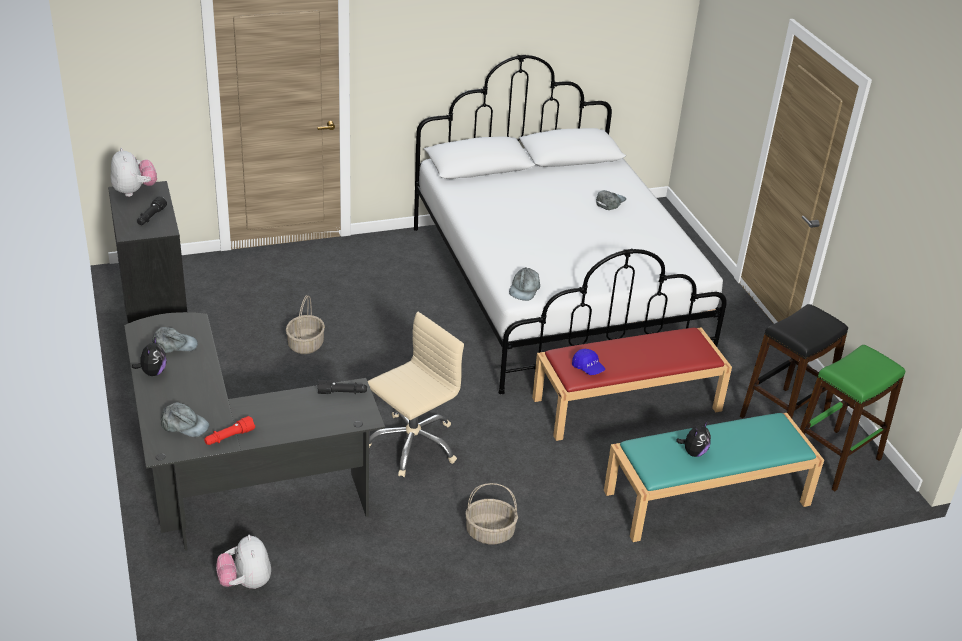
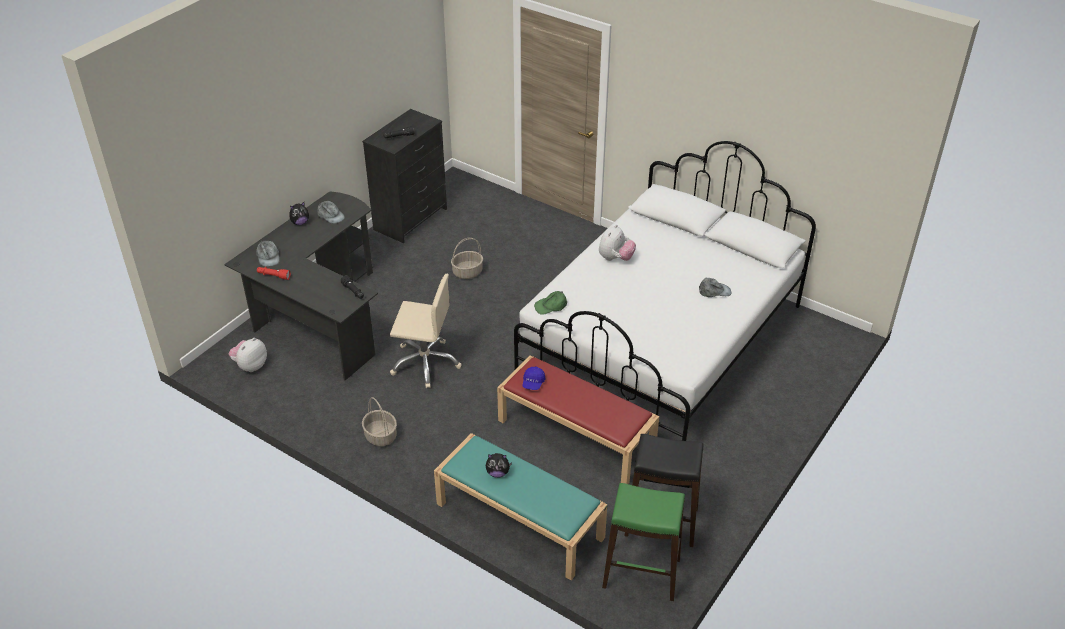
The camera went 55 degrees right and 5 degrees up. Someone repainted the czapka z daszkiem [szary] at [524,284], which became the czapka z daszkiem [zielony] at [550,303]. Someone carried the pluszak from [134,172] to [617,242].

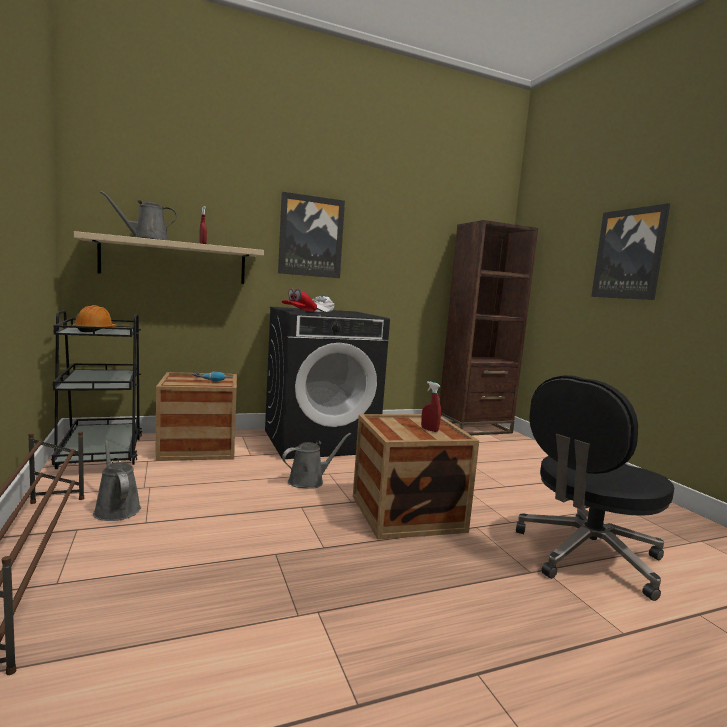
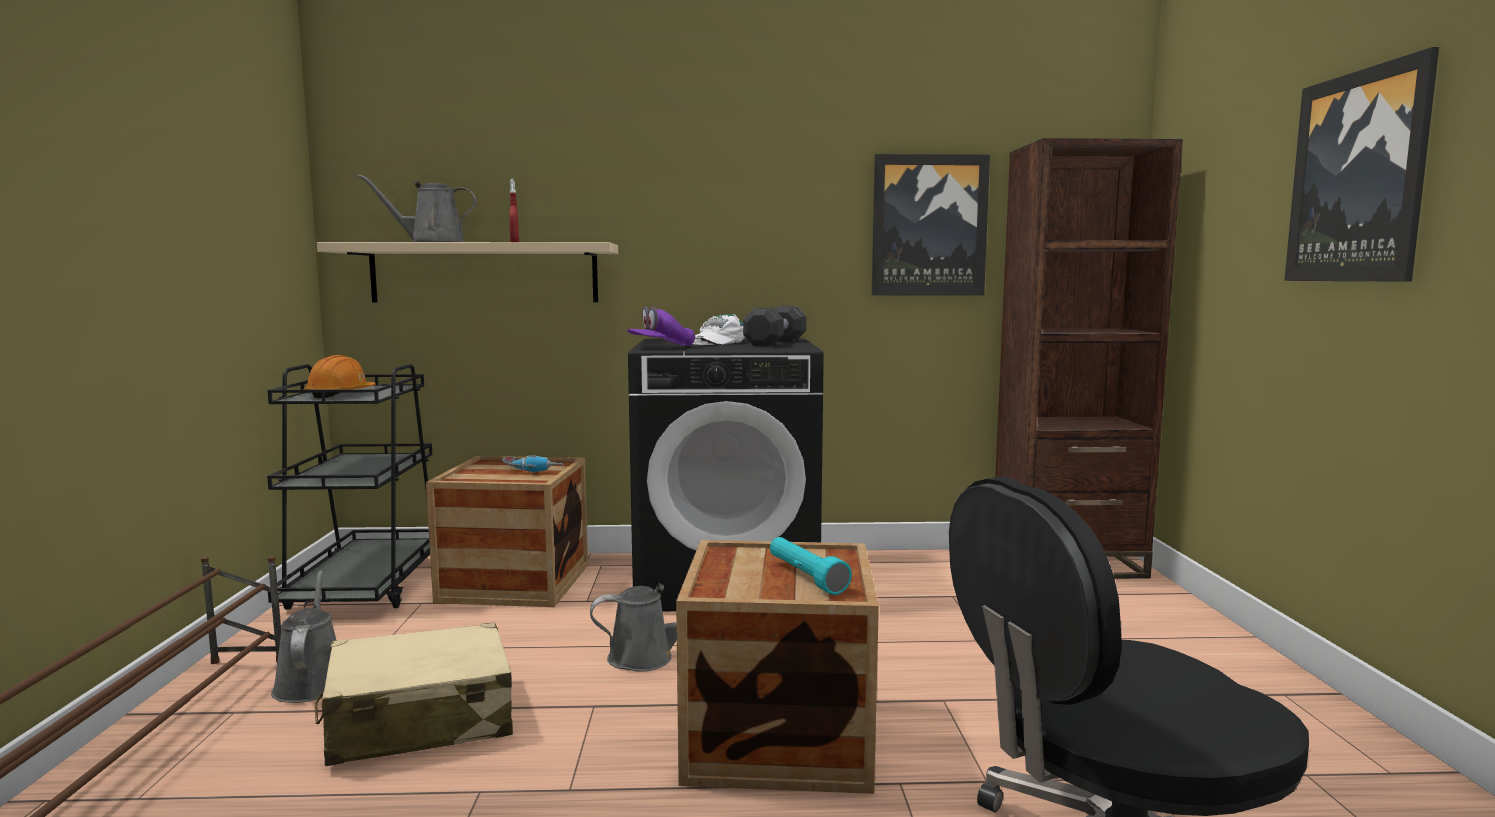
The camera went 20 degrees right and 0 degrees up. Someone put down the walizka [beżowy] at [414,694]. Someone repainted the czapka z daszkiem [czerwony] at [299,300], which became the czapka z daszkiem [fioletowy] at [661,326]. Someone put down the hantel [czarny] at [774,326]. Someone swapped the spryskiwacz [czerwony] at [431,406] for the latarka [turkusowy] at [811,566]. Someone carried the obraz from [311,235] to [931,225].

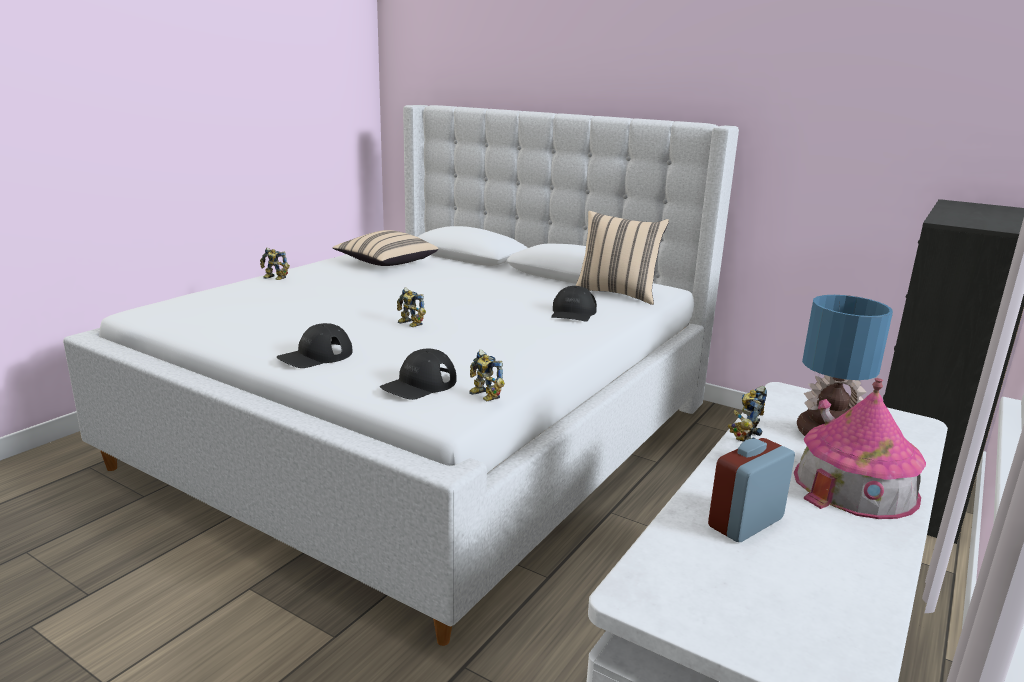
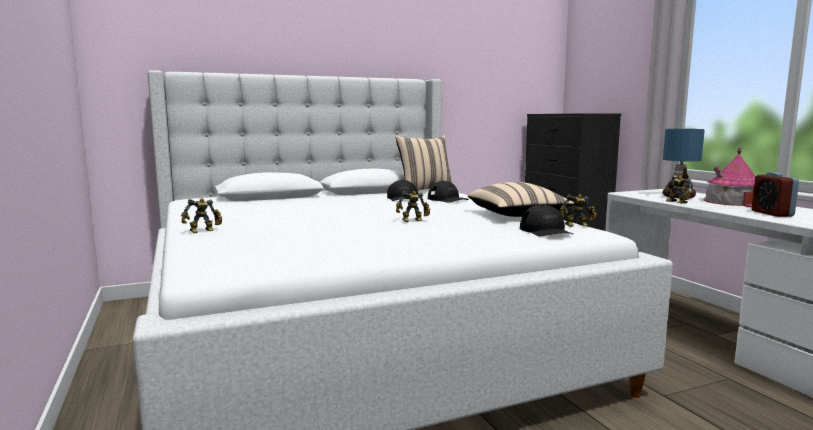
The camera went 55 degrees left and 10 degrees down. Someone carried the czapka z daszkiem [czarny] from [315,345] to [402,190]. Someone carried the poduszka [beżowy] from [385,248] to [521,199].

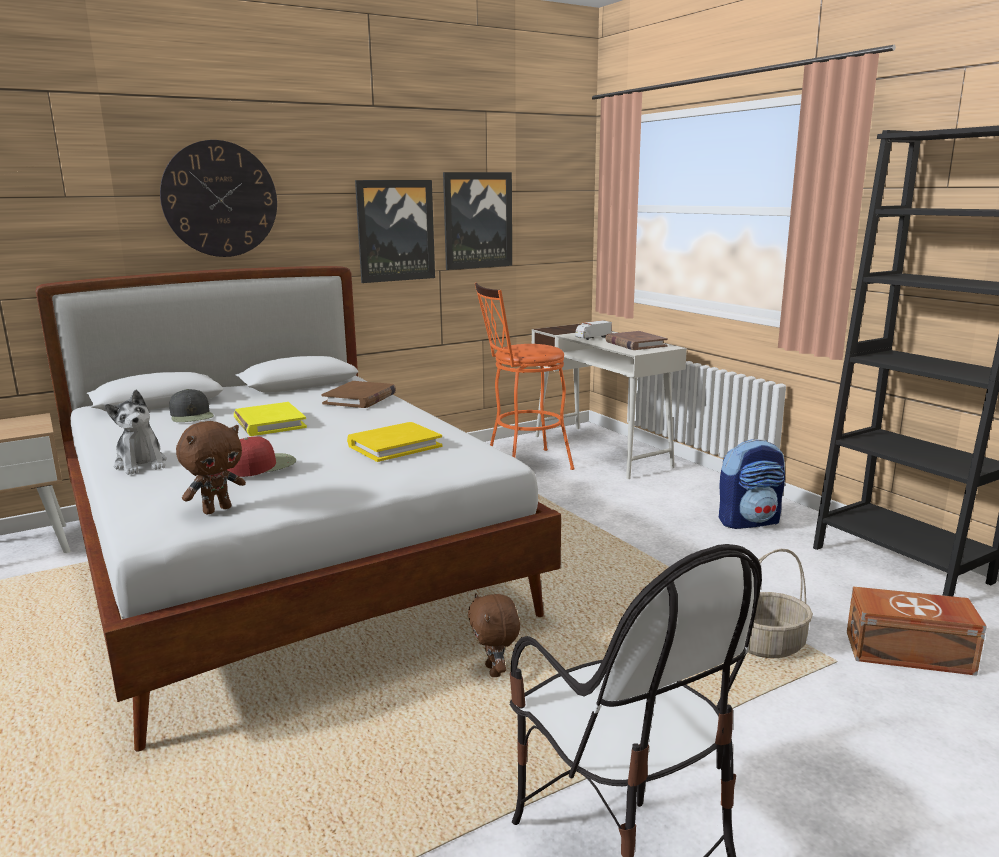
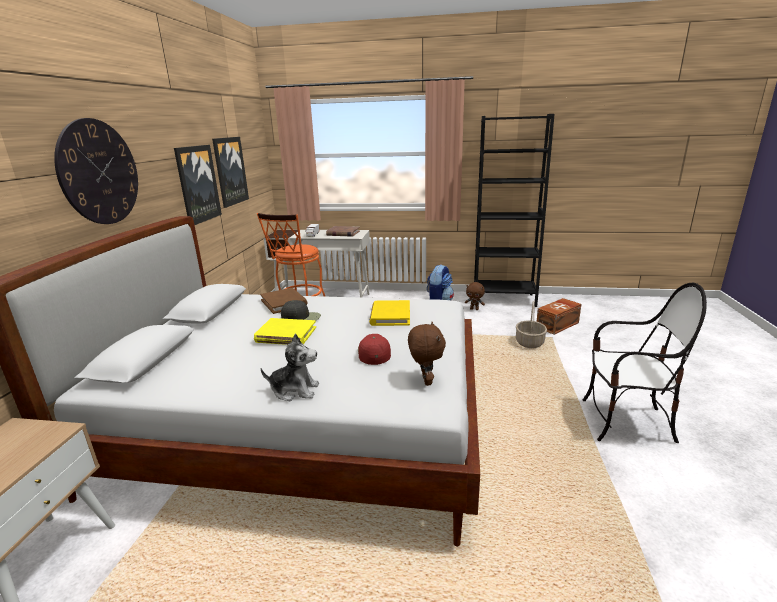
The camera went 50 degrees left and 5 degrees up. Someone carried the czapka z daszkiem [czarny] from [191,405] to [301,310]. Someone carried the pluszak [brązowy] from [494,635] to [475,296].

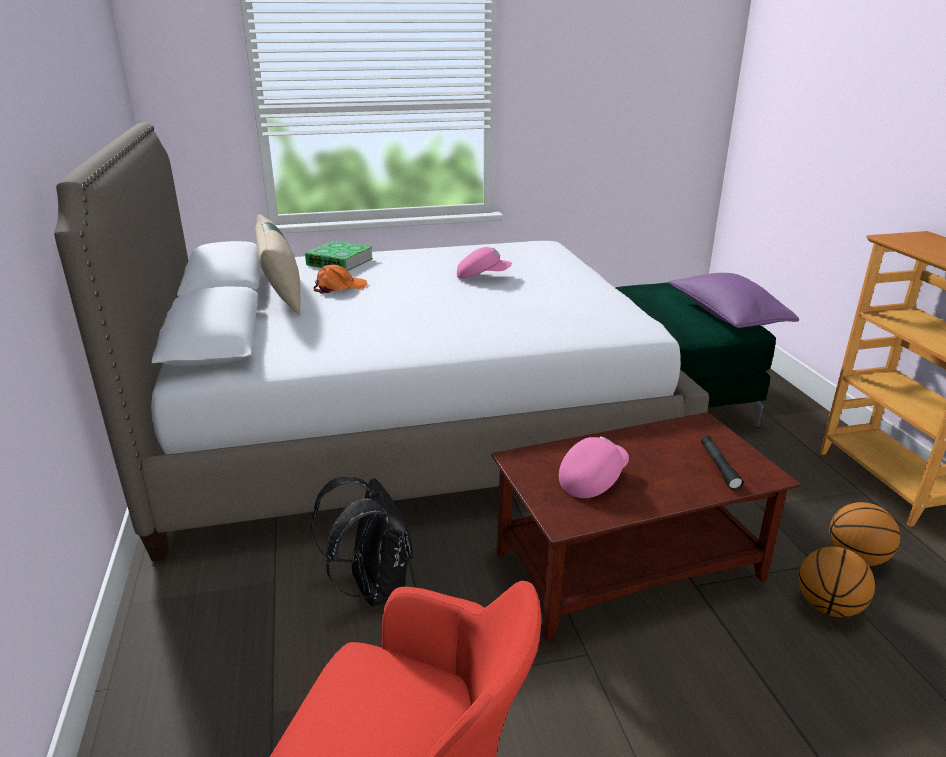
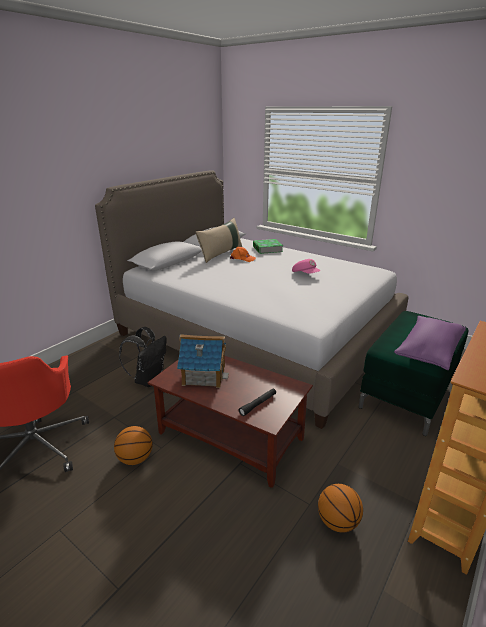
The camera went 50 degrees right and 0 degrees up. Someone carried the piłka do koszykówki from [837,581] to [133,445]. Someone swapped the czapka z daszkiem [różowy] at [594,467] for the domek at [203,361].

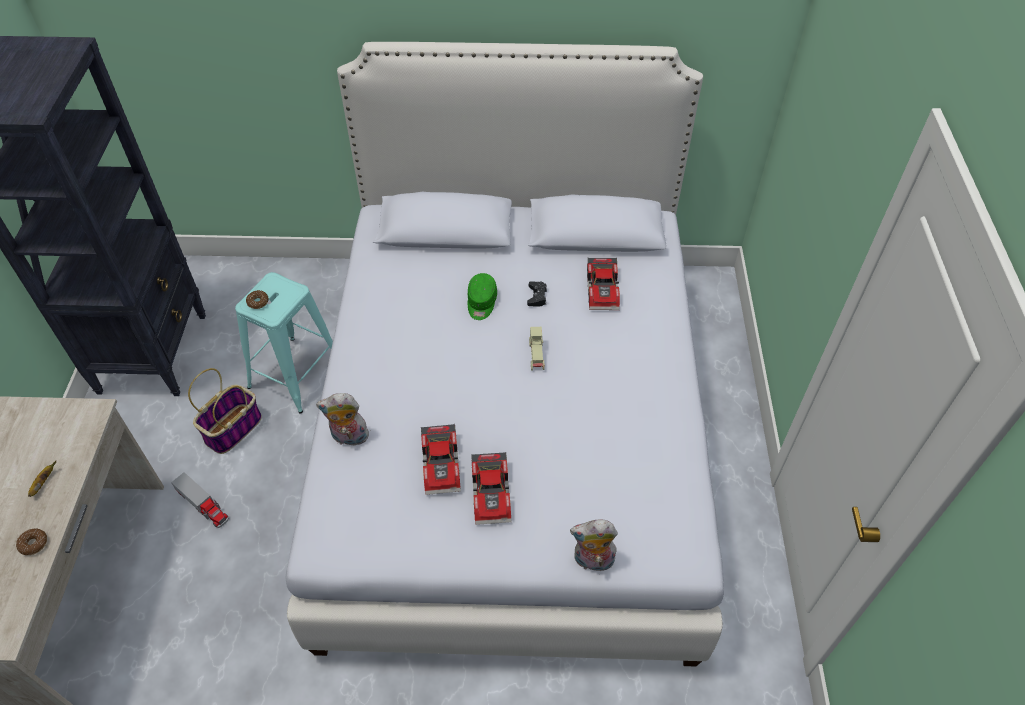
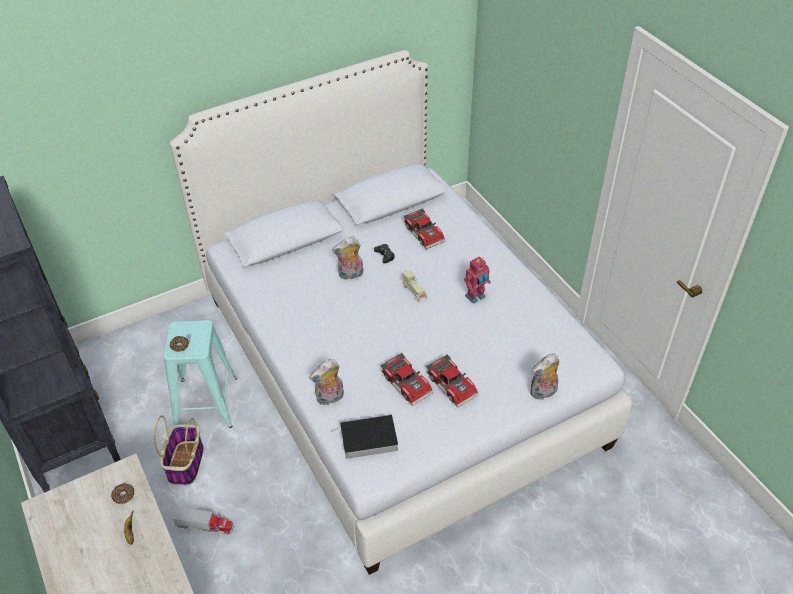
The camera went 30 degrees left and 5 degrees down. Someone carried the donut from [31,542] to [122,493]. Someone put down the książka at [364,436]. Someone swapped the czapka z daszkiem [zielony] at [482,296] for the pluszak at [348,258]. Someone put down the robot zabawkowy at [477,280].

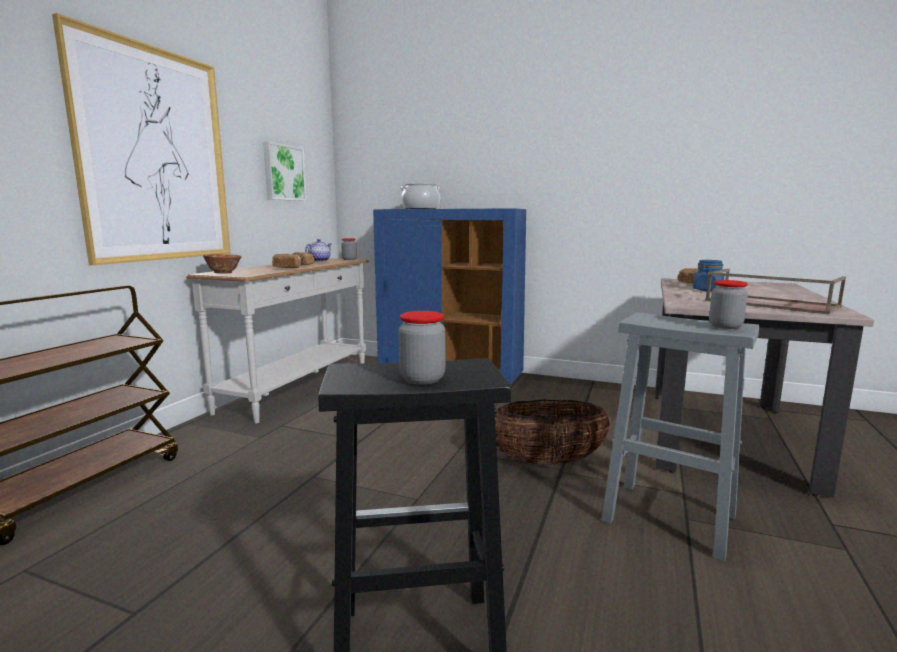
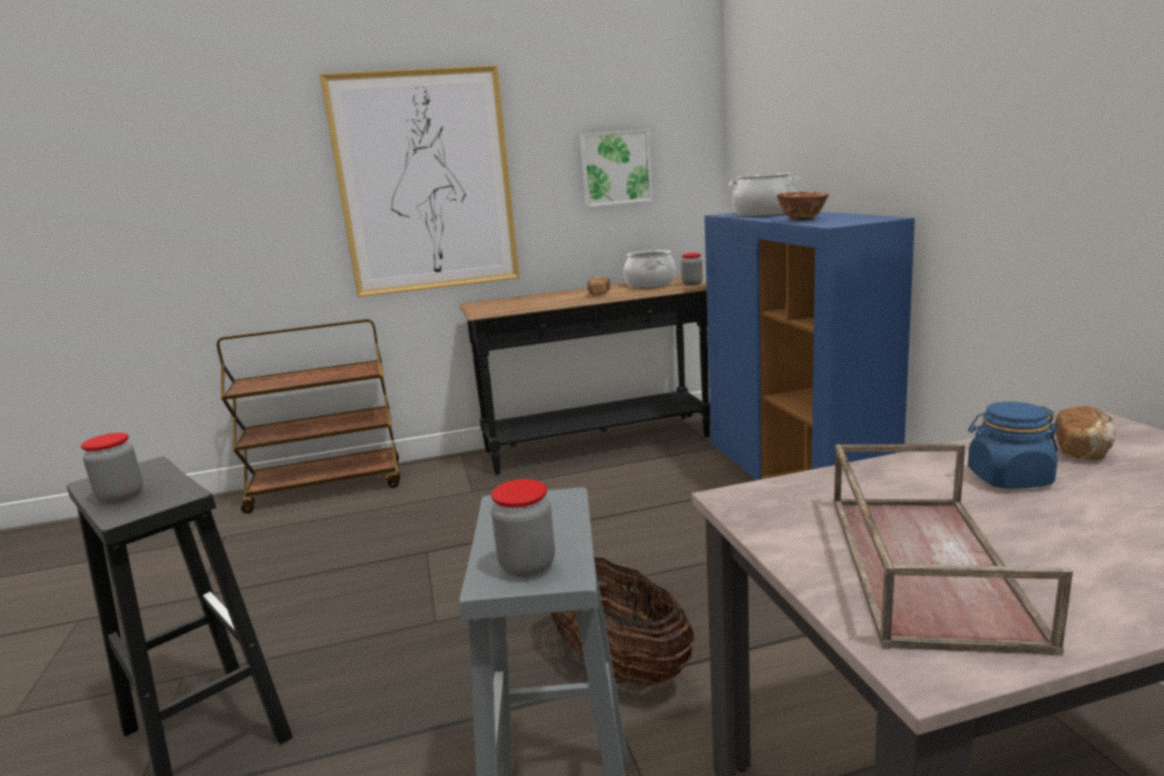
The camera went 55 degrees right and 5 degrees up. Someone repainted the stolik konsolowy [biały] at [277,341], which became the stolik konsolowy [czarny] at [584,375]. Someone swapped the imbryk at [318,250] for the garnek at [650,269]. Someone carried the miska from [222,264] to [803,206]. Someone took away the chleb at [286,261].

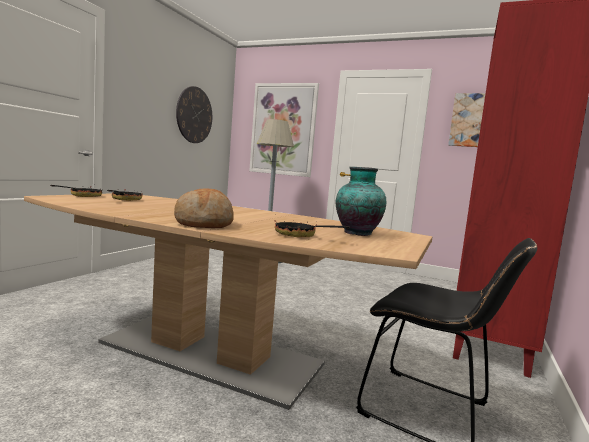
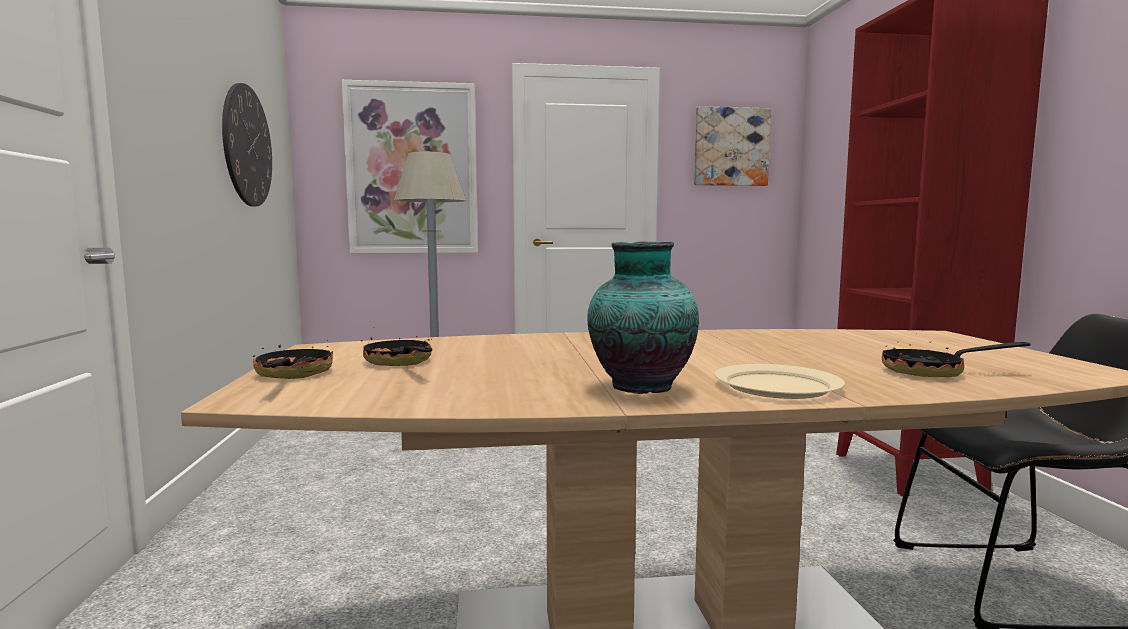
The camera went 30 degrees left and 0 degrees up. Someone carried the wazon from [360,201] to [643,317]. Someone swapped the chleb at [204,208] for the talerz [beżowy] at [779,381].

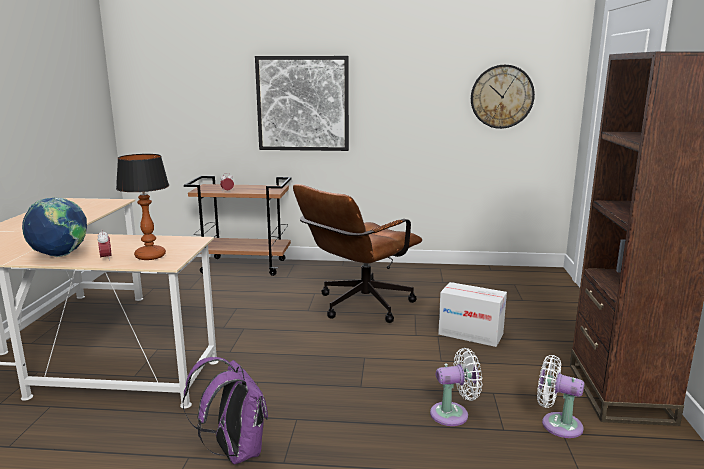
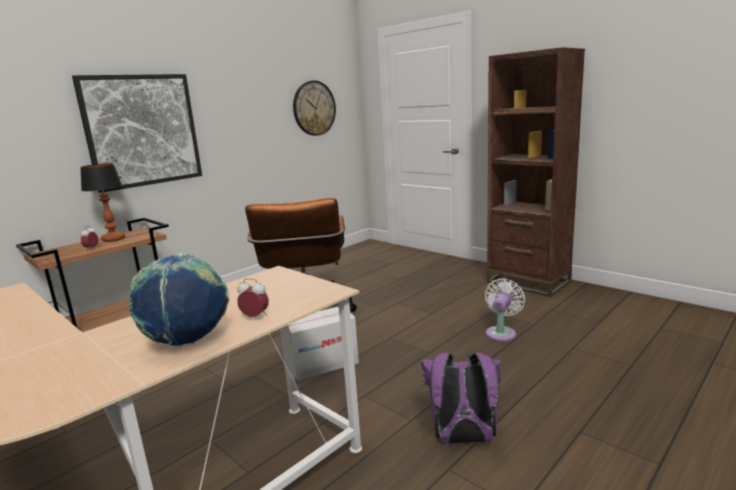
The camera went 50 degrees left and 0 degrees up. Someone carried the lampa stołowa from [142,207] to [102,202]. Someone carried the karton from [472,314] to [324,344]. Someone took away the wentylator [biały] at [560,396].

